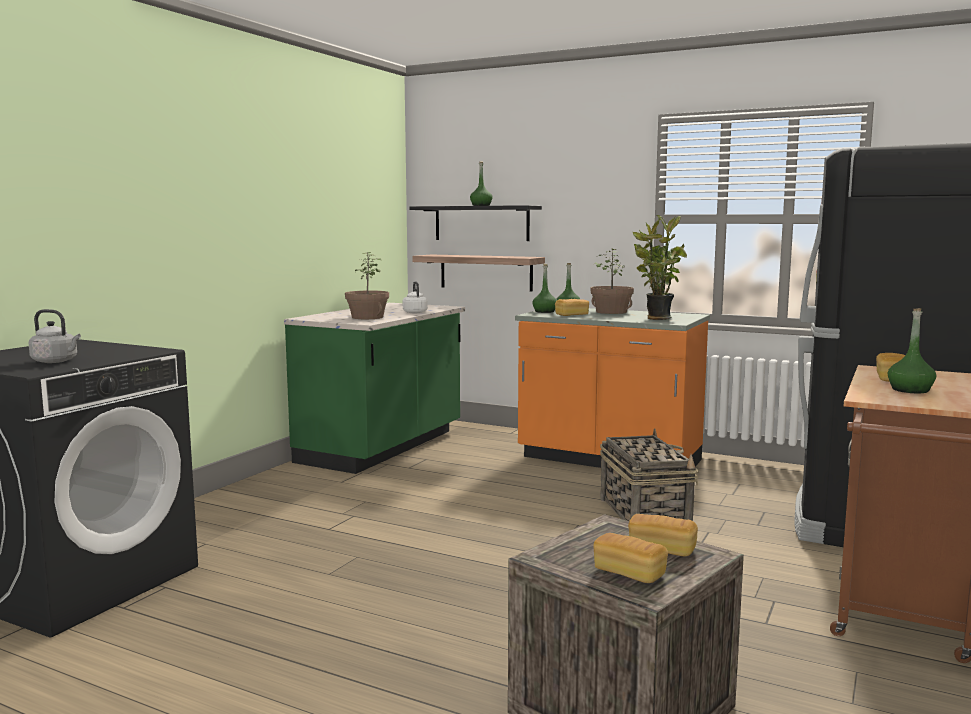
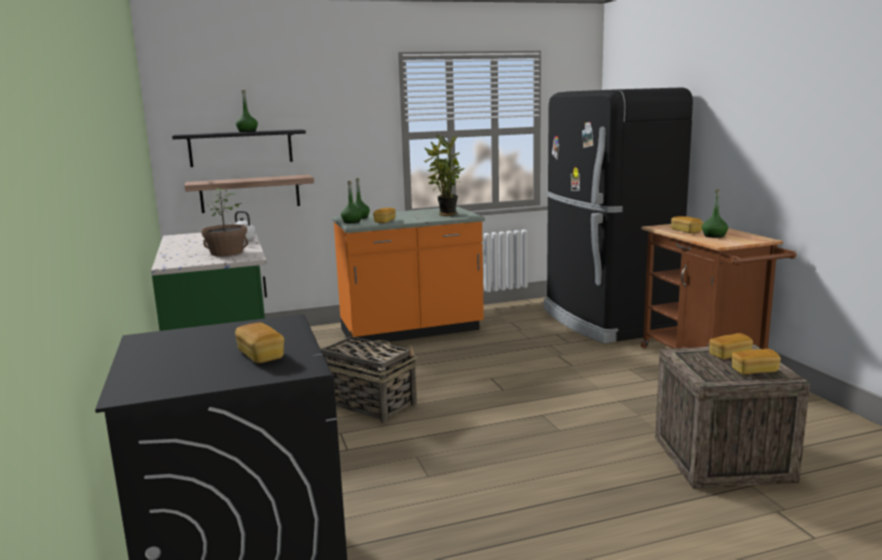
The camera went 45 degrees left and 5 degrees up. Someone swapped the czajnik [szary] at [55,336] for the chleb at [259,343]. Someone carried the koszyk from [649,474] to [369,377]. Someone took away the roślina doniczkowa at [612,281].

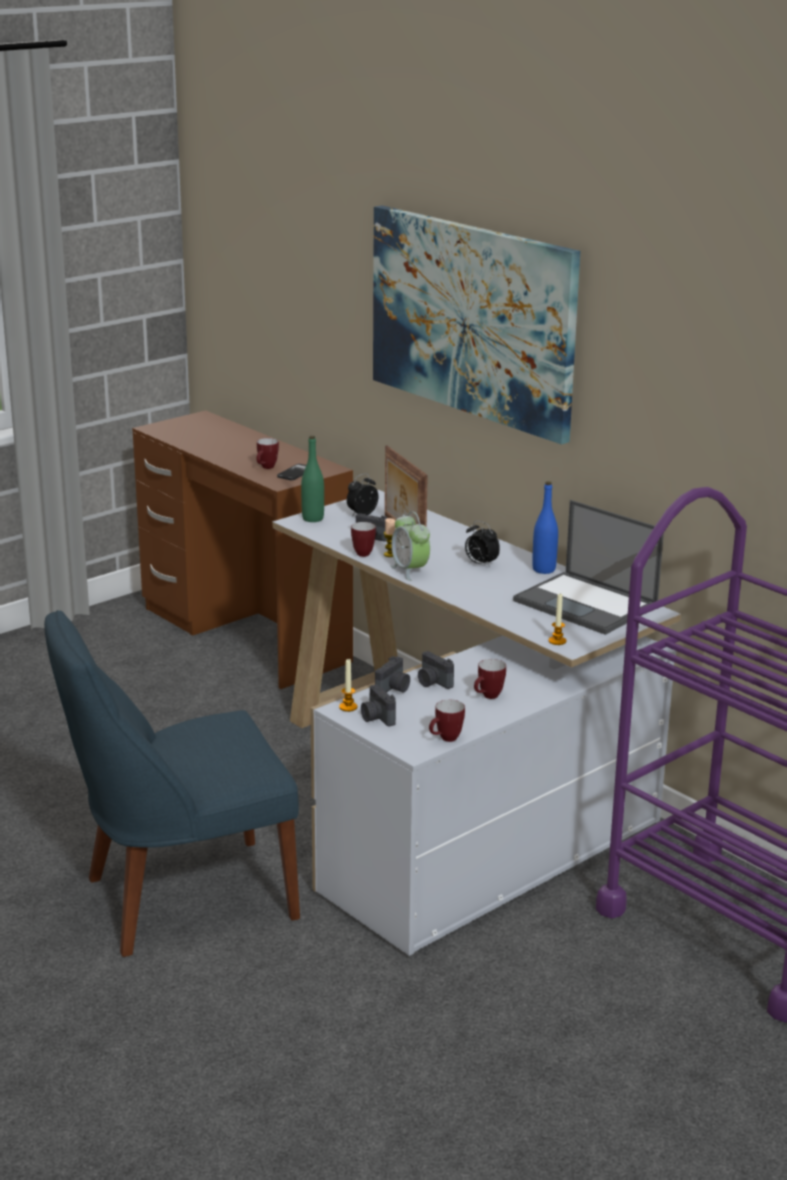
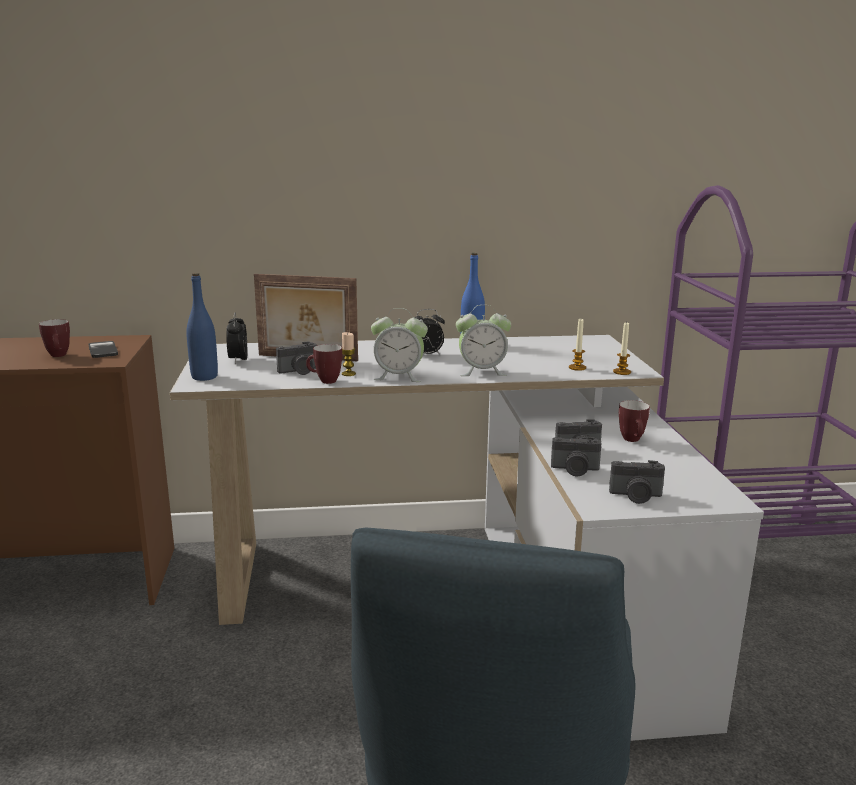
The camera went 55 degrees left and 5 degrees down. Someone repainted the butelka [zielony] at [312,479], which became the butelka [niebieski] at [202,327]. Someone put down the budzik at [483,340]. Someone rotated the aparat fotograficzny at [392,674] by 120 degrees clockwise. Someone carried the świeca from [348,685] to [577,345]. Someone took away the obraz at [476,325]. Someone took away the kubek at [447,721]. Someone took away the laptop at [588,567].

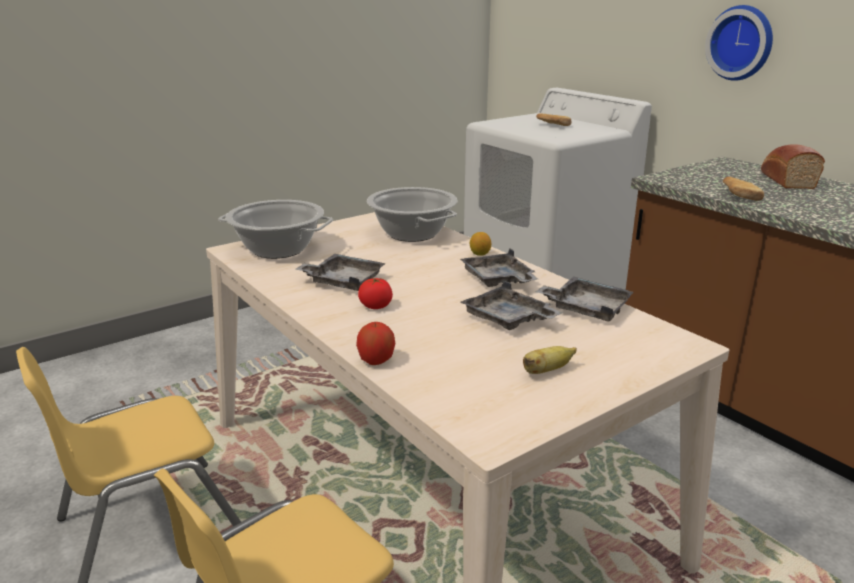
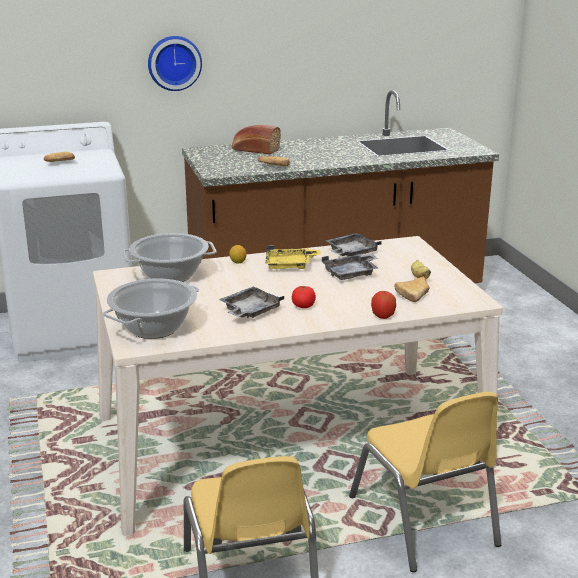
The camera went 70 degrees left and 0 degrees up. Someone repainted the taca [szary] at [499,268], which became the taca [żółty] at [293,257]. Someone put down the chleb at [411,289].

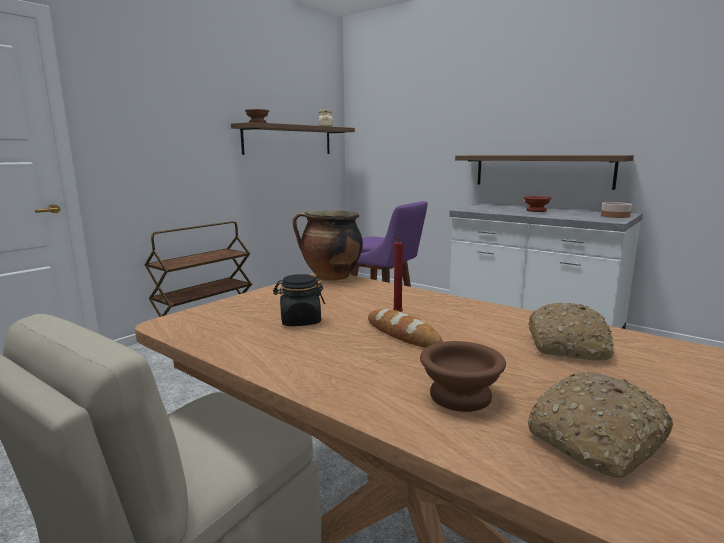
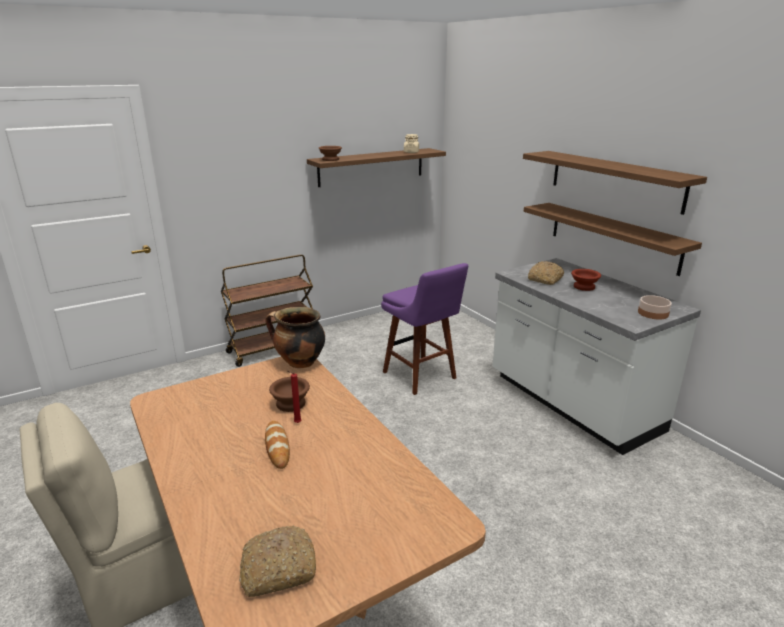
The camera went 20 degrees right and 10 degrees up. Someone carried the miska [brązowy] from [463,376] to [289,394]. Someone put up the półka at [615,183]. Someone carried the chleb from [571,332] to [546,273]. Someone took away the słoik [czarny] at [299,300].

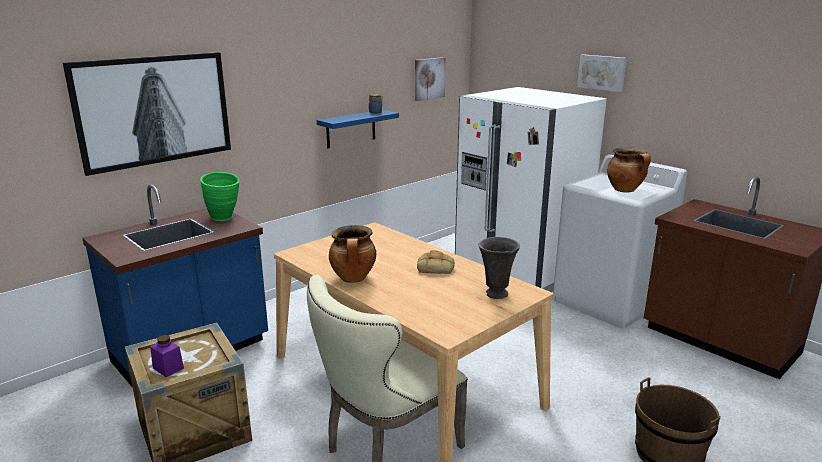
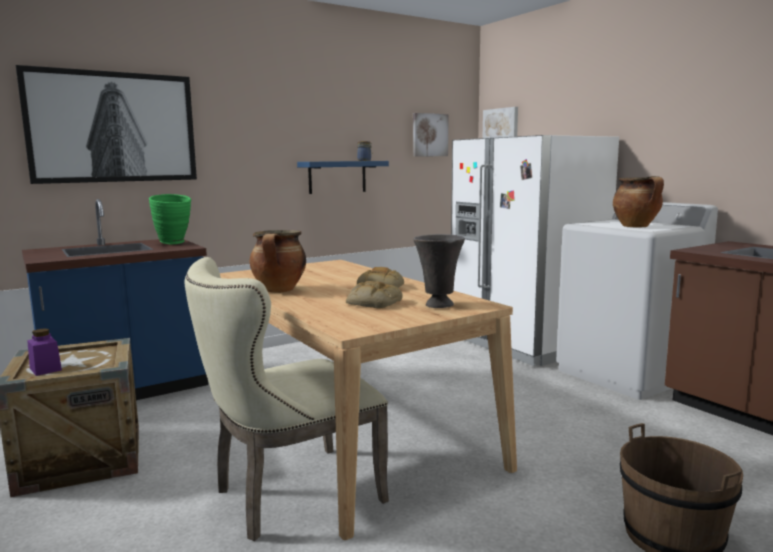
The camera went 10 degrees right and 10 degrees down. Someone put down the chleb at [374,294]. Someone carried the obraz from [602,73] to [500,122].

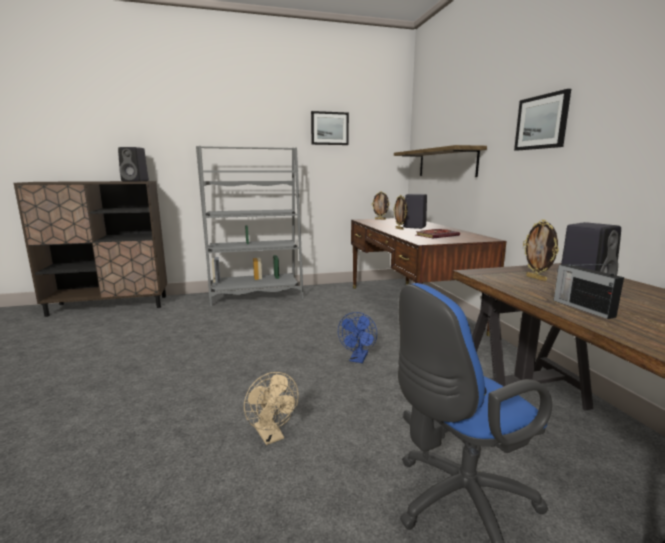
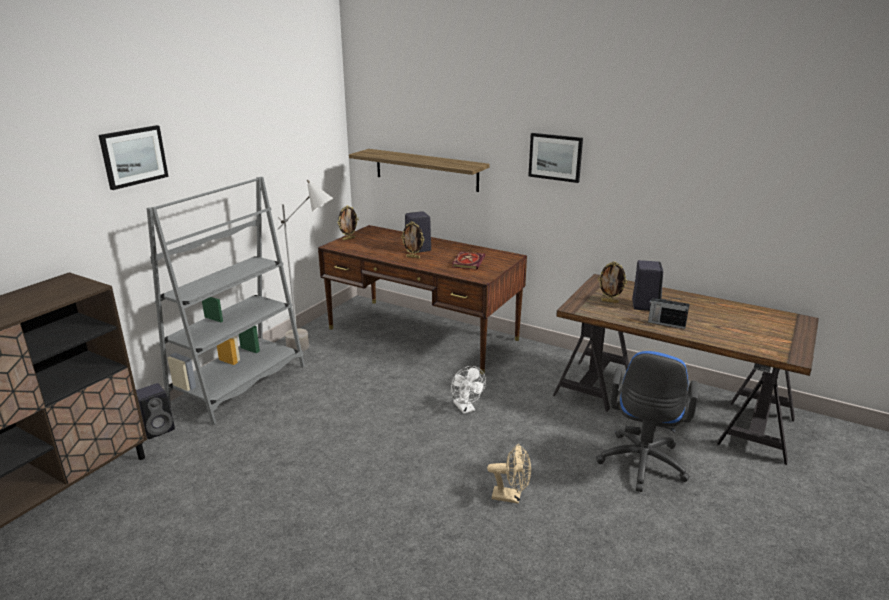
The camera went 45 degrees left and 10 degrees up. Someone carried the obraz from [330,128] to [134,157]. Someone carried the głośnik [czarny] from [133,164] to [155,411]. Someone put down the lampa stojąca [szary] at [306,265]. Someone repainted the wentylator [niebieski] at [357,337], which became the wentylator [biały] at [468,390].

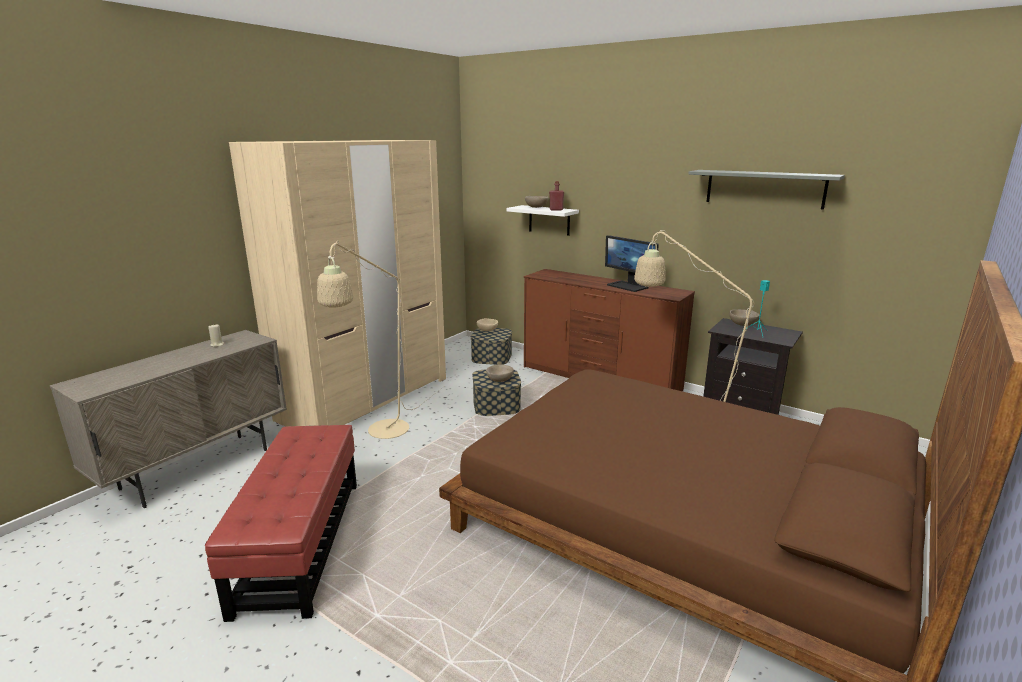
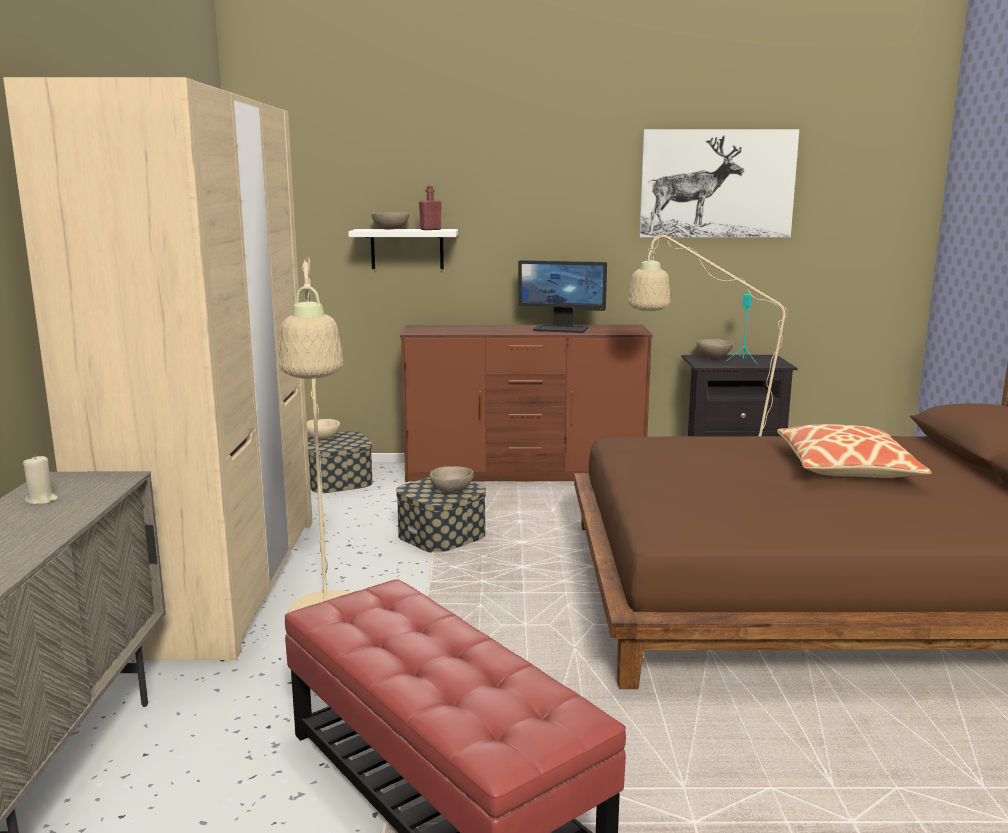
The camera went 35 degrees left and 5 degrees down. Someone swapped the półka [szary] at [766,189] for the obraz at [719,183]. Someone put down the poduszka at [854,451].

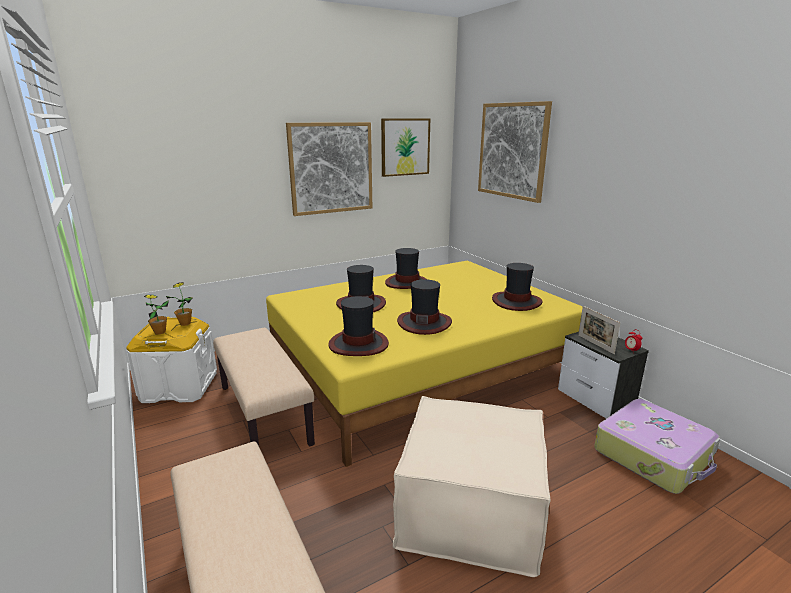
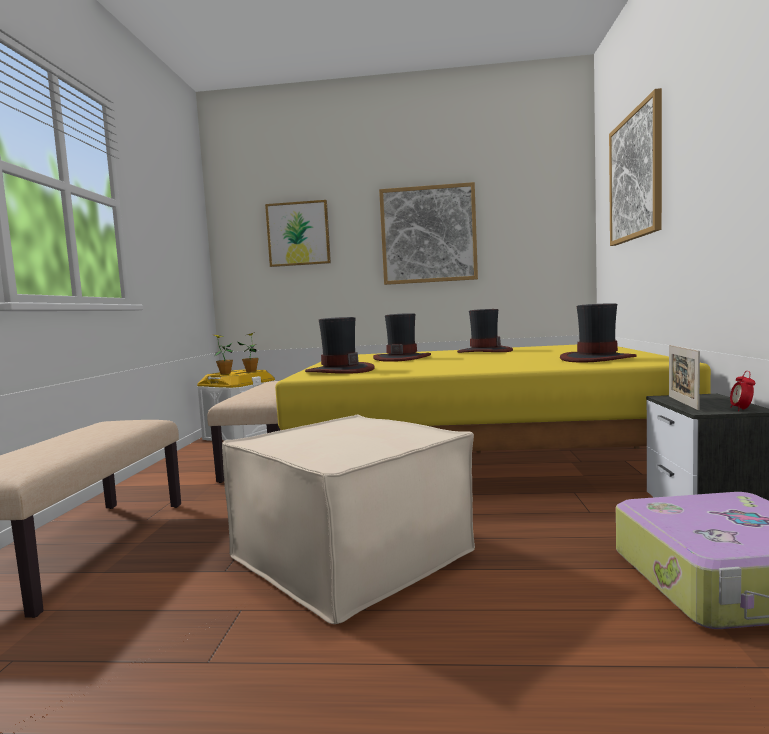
The camera went 35 degrees right and 15 degrees down. Someone carried the obraz from [405,147] to [298,233]. Someone took away the kapelusz at [424,307].

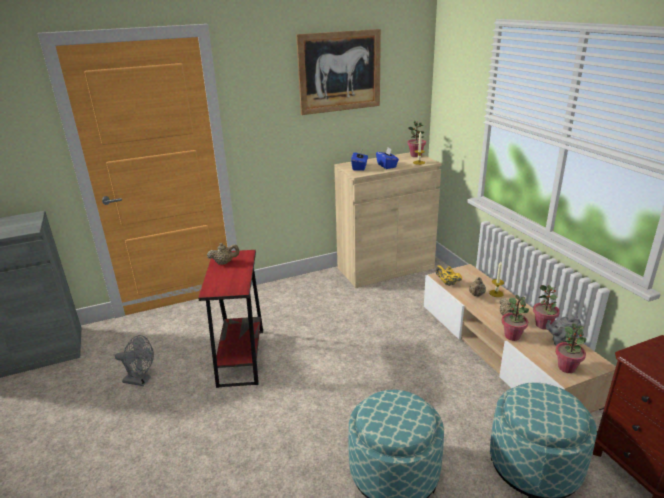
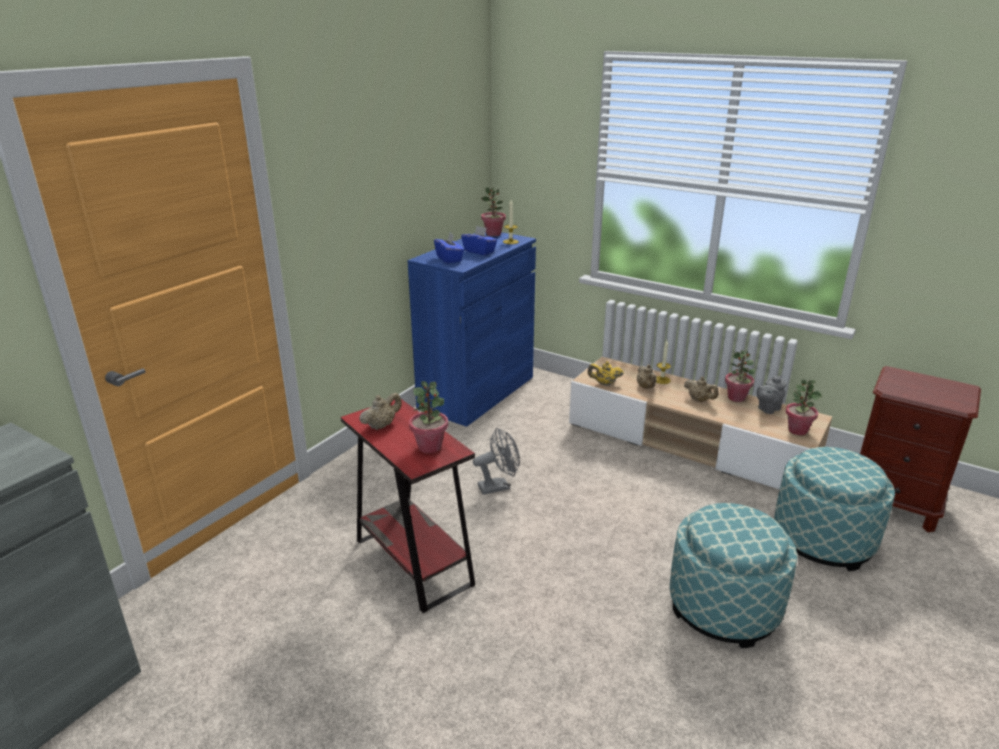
The camera went 35 degrees left and 0 degrees up. Someone repainted the szafka [beżowy] at [388,220], which became the szafka [niebieski] at [472,329]. Someone carried the roślina doniczkowa from [515,318] to [428,417]. Someone carried the wentylator [szary] from [134,360] to [496,461]. Someone took away the obraz at [338,72].

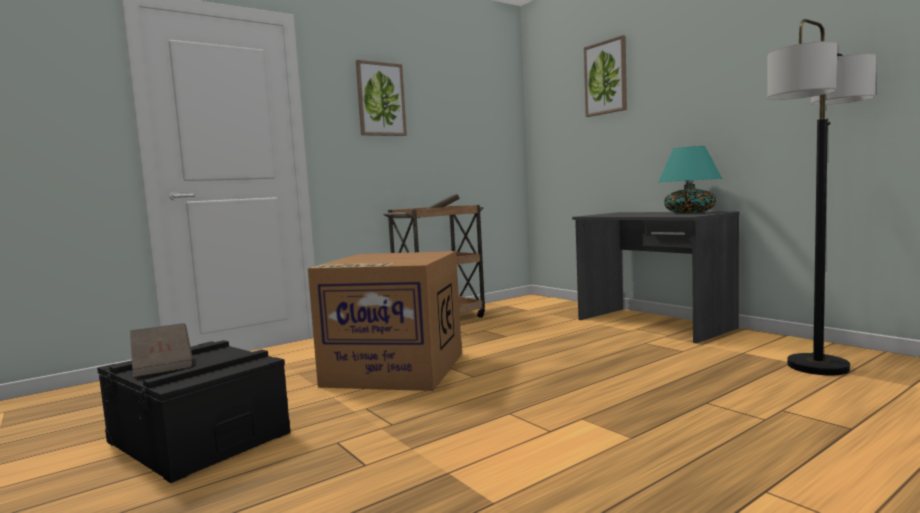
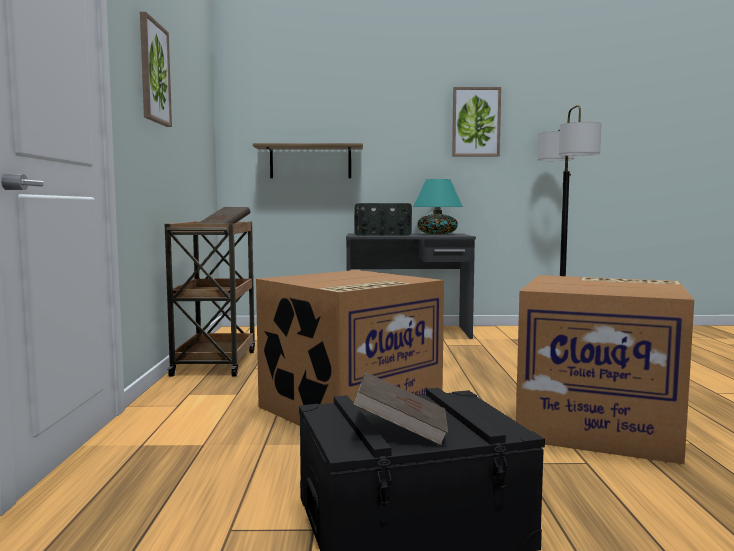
The camera went 55 degrees left and 0 degrees up. Someone put up the półka at [308,160]. Someone put down the radio at [383,219]. Someone carried the obraz from [605,76] to [476,121]. Someone put down the karton at [605,370].

